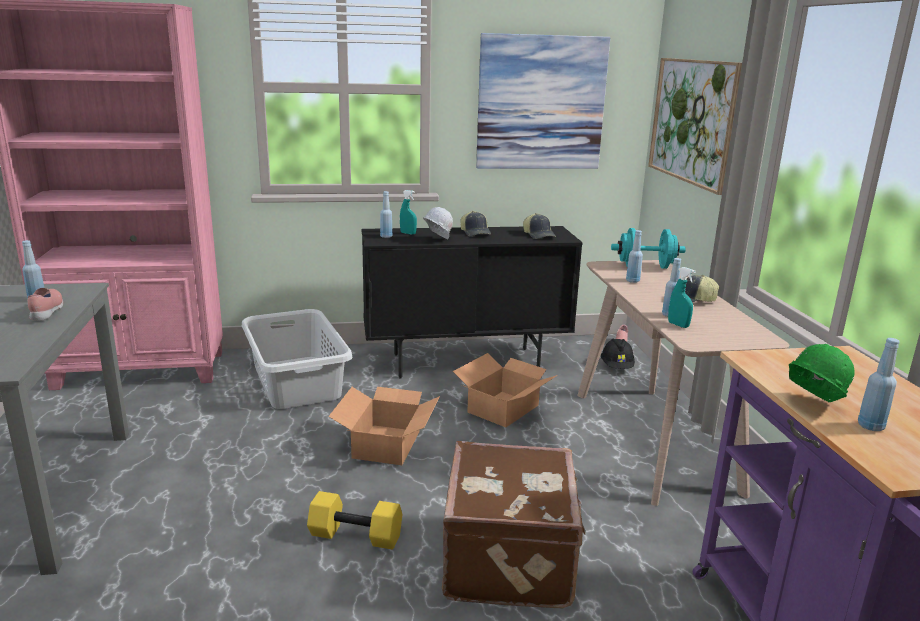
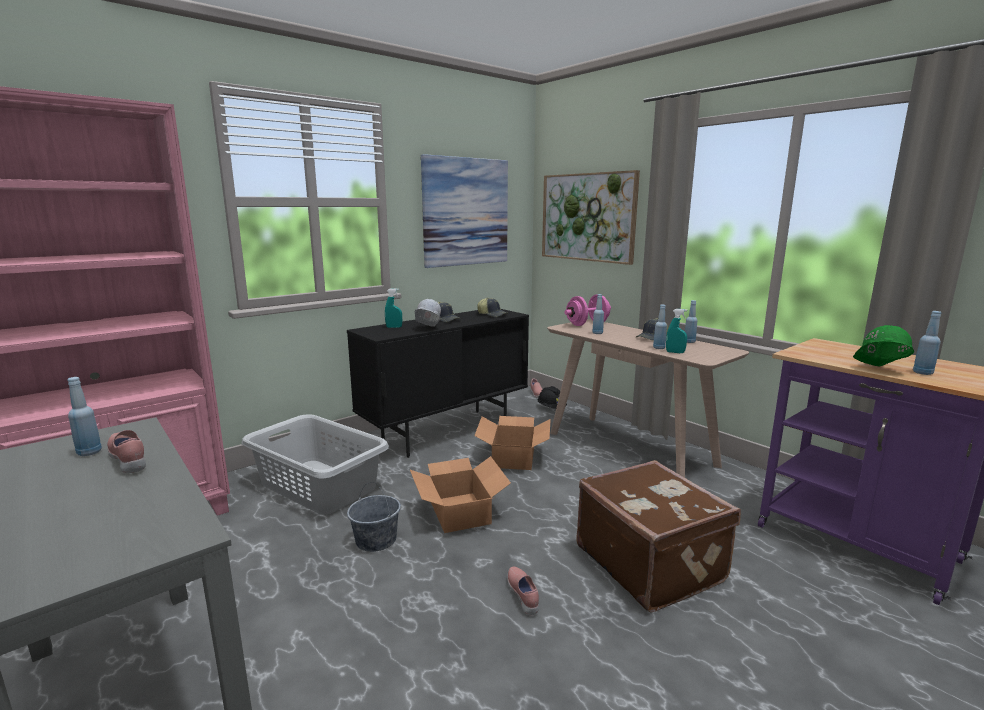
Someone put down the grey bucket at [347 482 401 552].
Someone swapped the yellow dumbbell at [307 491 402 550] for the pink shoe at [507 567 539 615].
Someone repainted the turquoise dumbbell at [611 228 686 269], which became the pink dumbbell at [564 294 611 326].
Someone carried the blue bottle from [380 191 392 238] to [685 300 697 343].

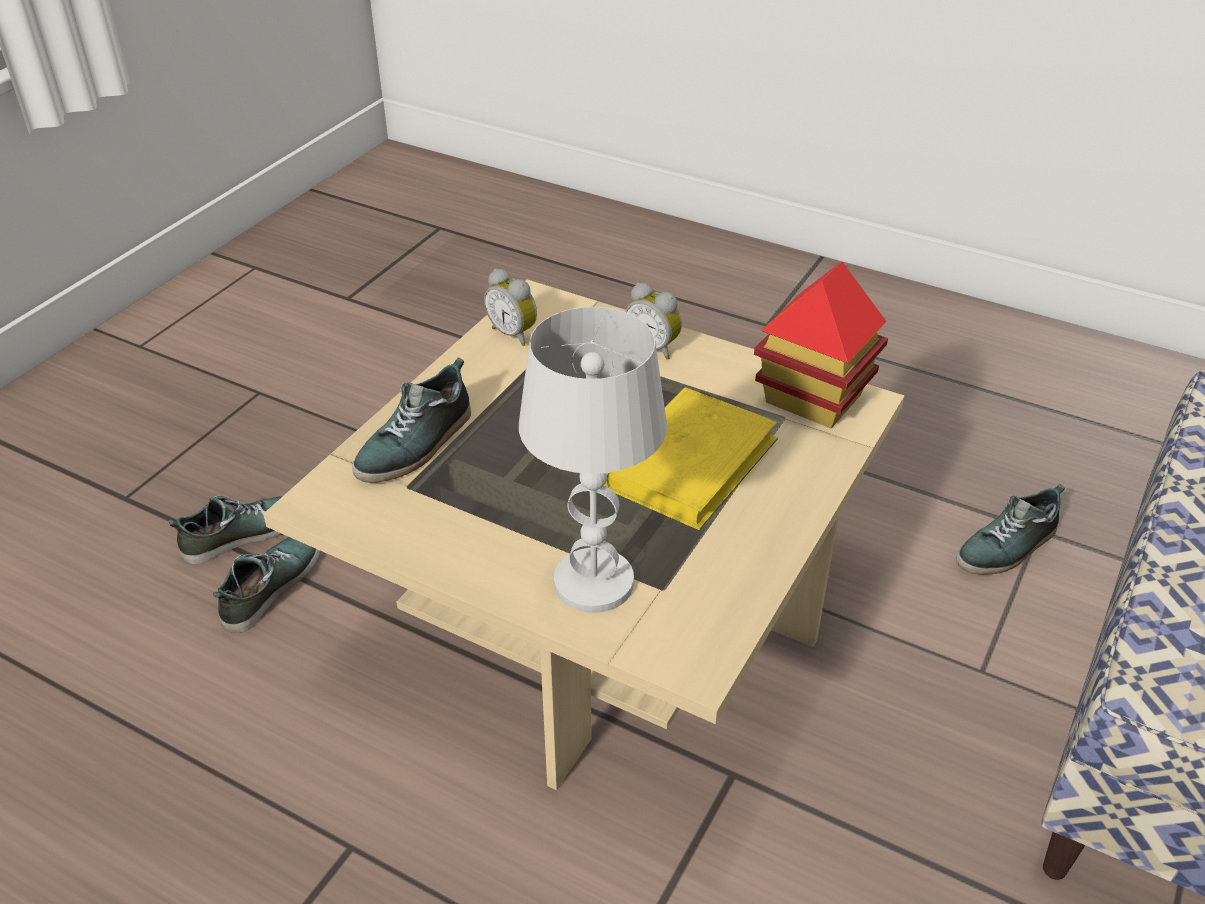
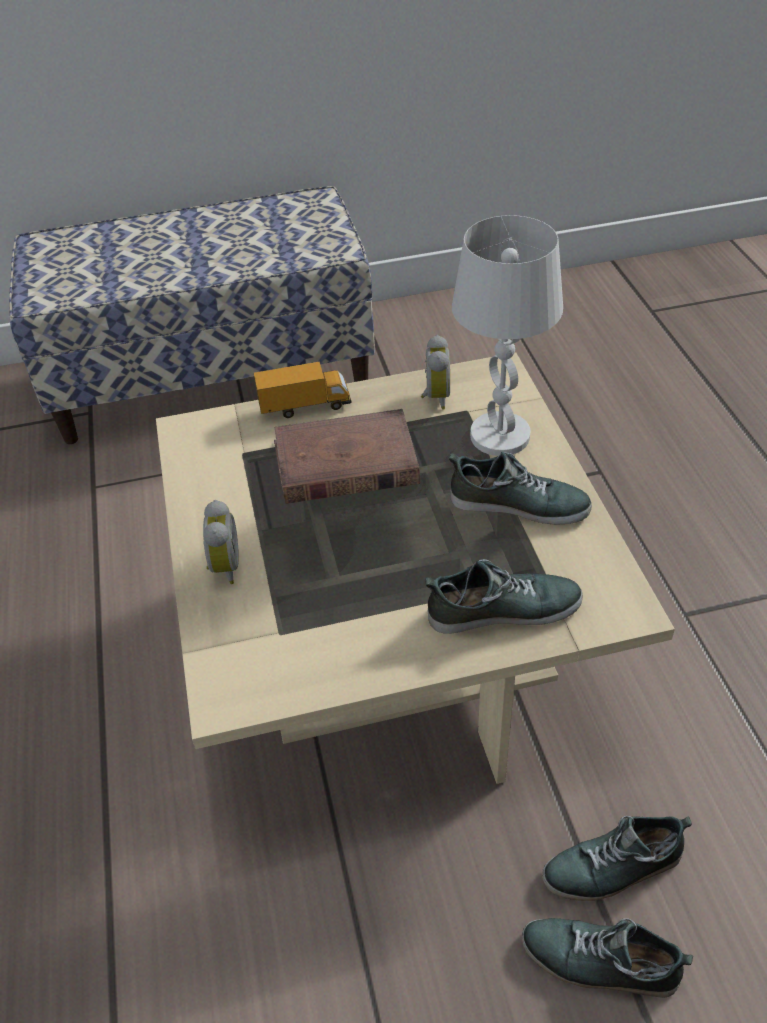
Someone put down the toy truck at [254 362 352 418].
Someone repainted the yellow book at [605 387 778 530], which became the brown book at [274 409 420 504].
Someone carried the alarm clock from [484 269 537 346] to [421 335 450 410].
Someone carried the shoe from [956 484 1065 575] to [449 452 592 524].
Someone took away the toy house at [754 261 888 428].

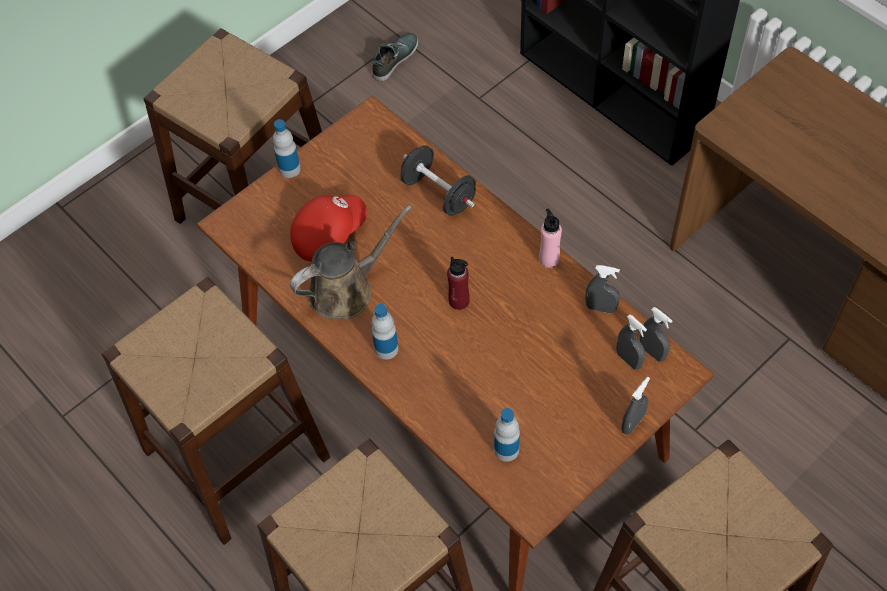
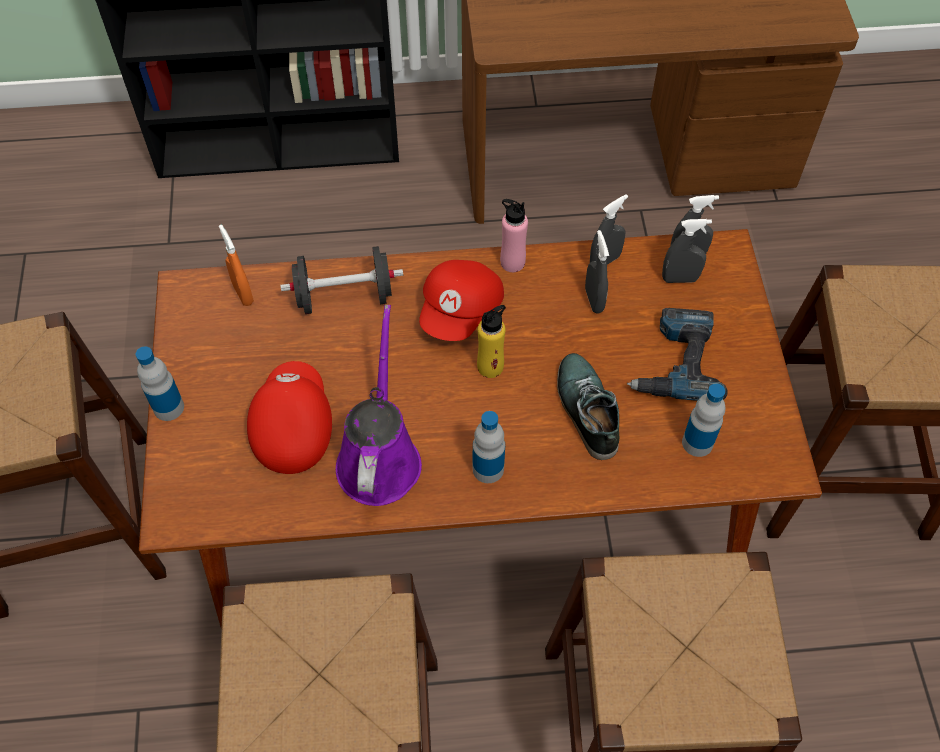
Someone put down the orange spray bottle at [219 225 254 306].
Someone repainted the brown watering can at [290 205 412 319], which became the purple watering can at [336 305 422 506].
Someone put down the red cap at [419 260 504 341].
Someone repainted the red bottle at [447 257 470 310], which became the yellow bottle at [477 305 506 378].
Someone carried the shoe from [372 33 418 81] to [557 353 619 460].
Someone carried the grey spray bottle from [621 377 650 434] to [585 230 609 313].
Someone put down the power drill at [627 308 727 401].

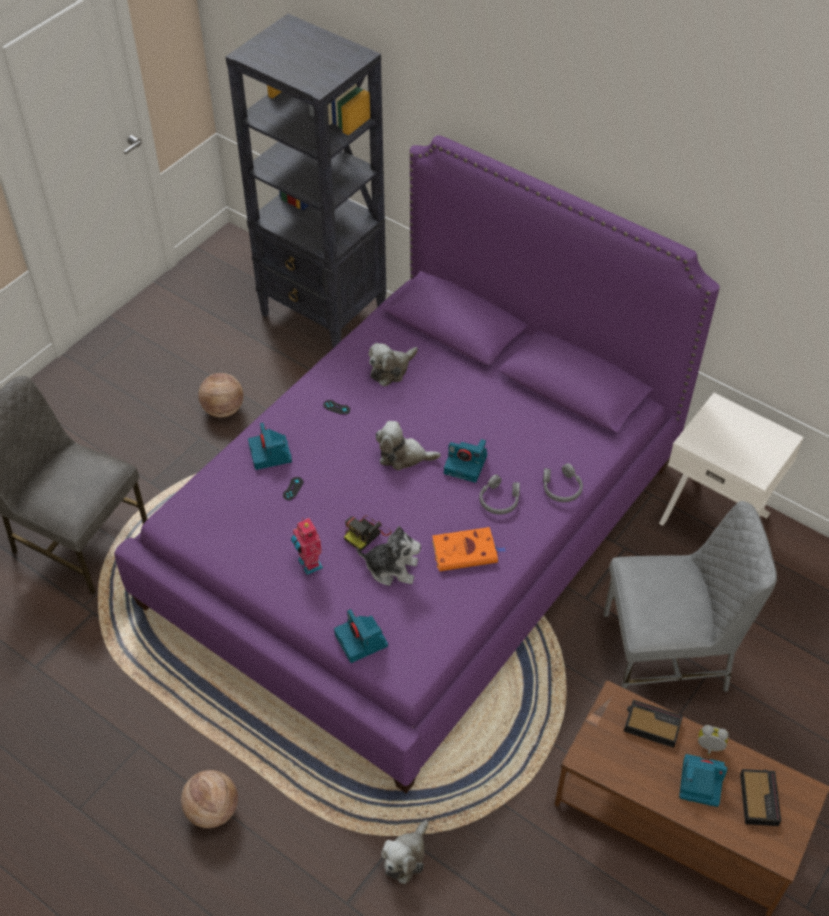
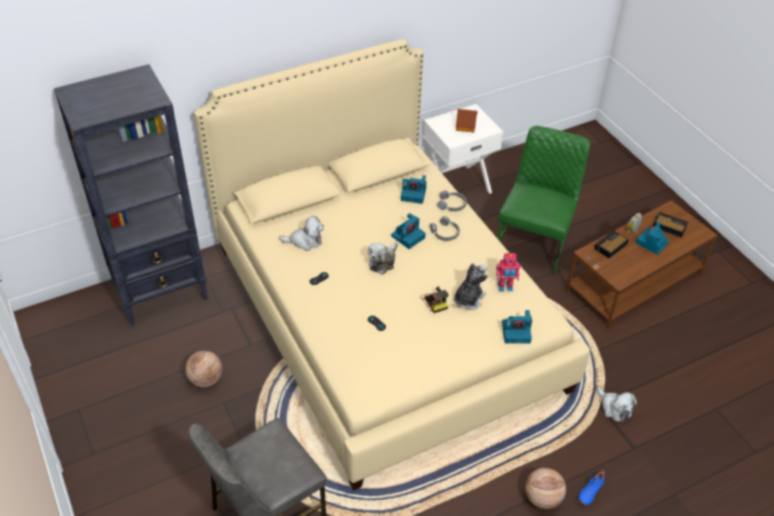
Someone repainted the purple bed at [114 135 720 793], which became the beige bed at [194 39 590 491].
Someone rotated the plush toy at [368 343 418 386] by 75 degrees counterclockwise.
Someone carried the photo camera from [248 423 292 470] to [401 175 426 204].
Someone put down the toy house at [456 109 478 133].
Someone carried the toy robot from [291 518 323 575] to [496 253 521 292].
Someone repainted the grey chair at [603 501 777 692], which became the green chair at [497 126 590 275].
Someone put down the blue shoe at [579 470 605 505].
Someone took away the orange book at [432 527 506 571].

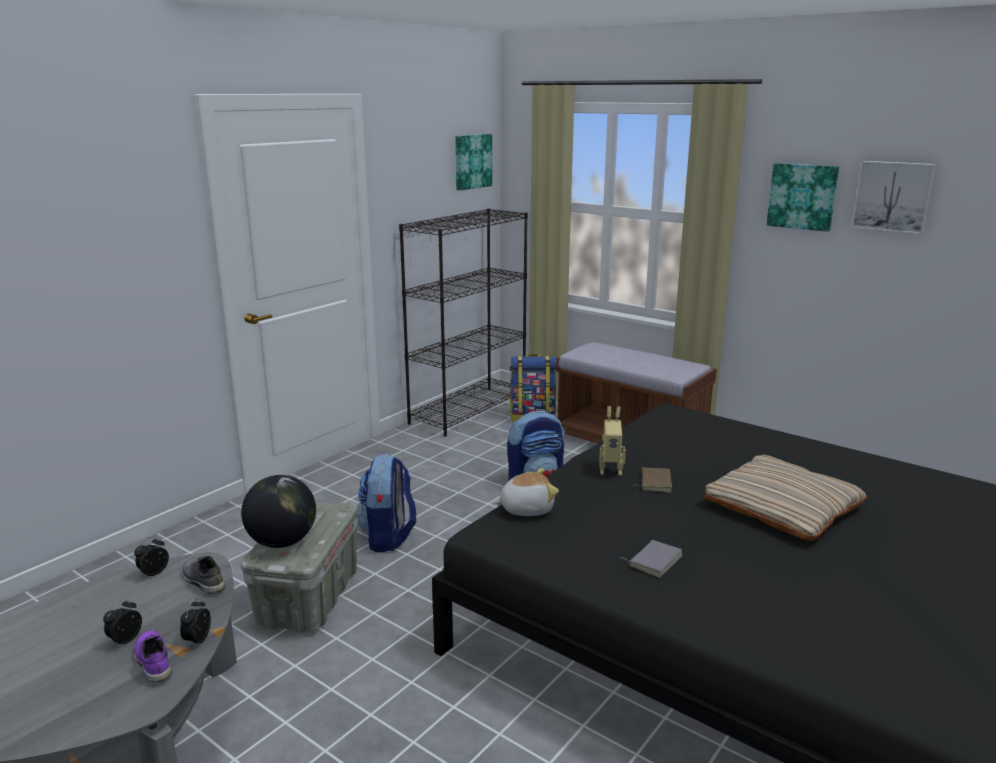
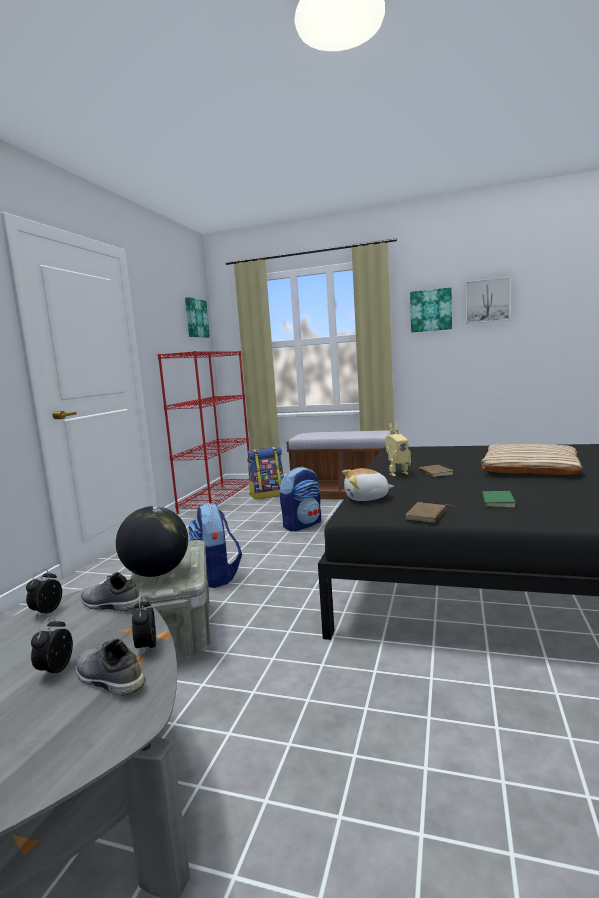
Someone repainted the purple shoe at [134 630 172 683], which became the grey shoe at [76 639 145 696].
Someone repainted the black bookcase at [399 209 528 437], which became the red bookcase at [158 351 249 514].
Someone rotated the plush toy at [494 468 559 516] by 150 degrees counterclockwise.
Someone put down the brown book at [405 502 454 522].
Someone repainted the grey book at [619 540 682 577], which became the green book at [475 491 515 508].

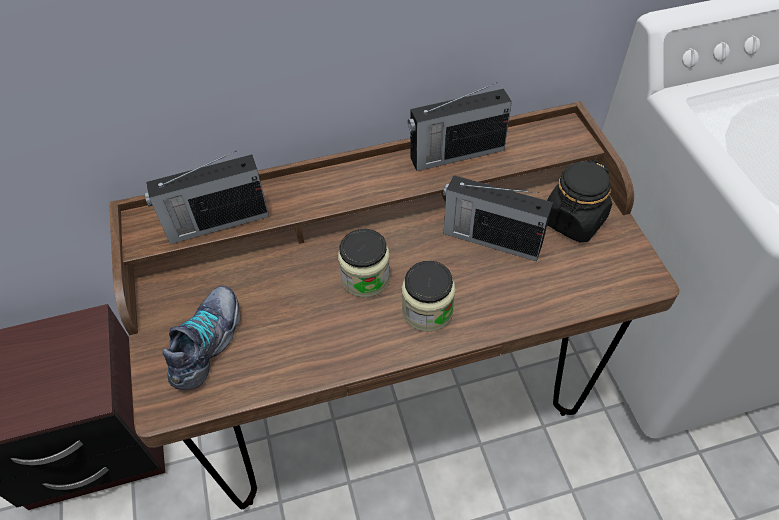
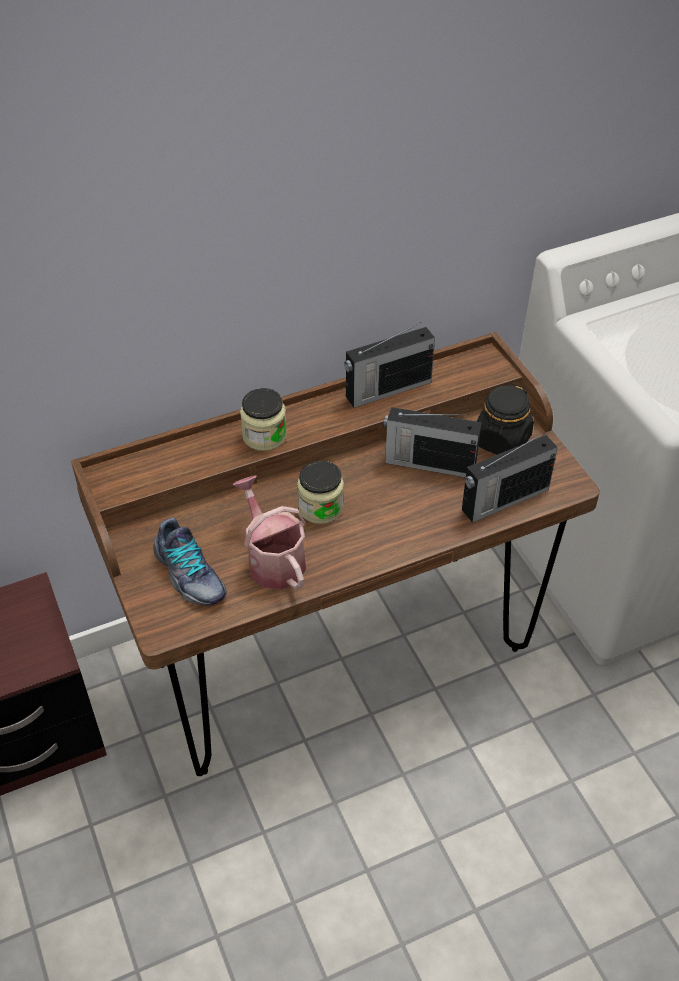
Someone rotated the shoe at [163 286 240 390] by 135 degrees clockwise.
Someone put down the watering can at [233 475 306 590].
Someone carried the jar from [402 261 455 332] to [240 388 287 451].
Someone carried the radio from [144 151 269 244] to [462 433 558 523].

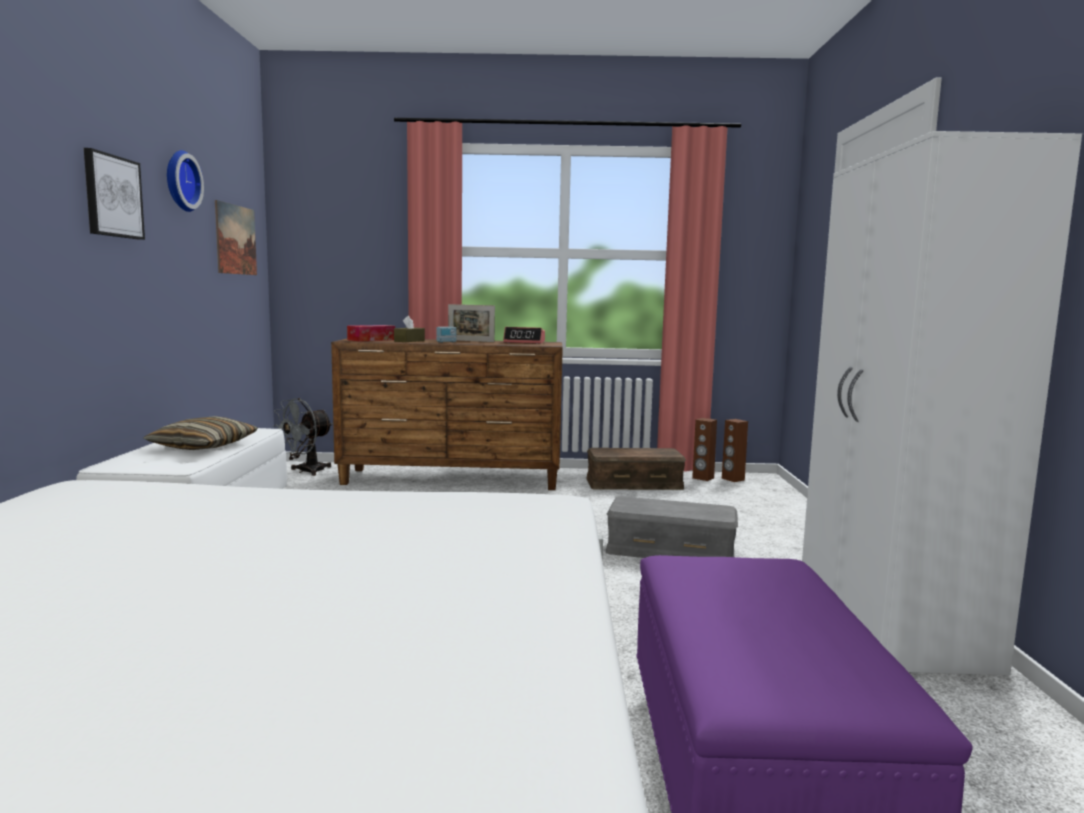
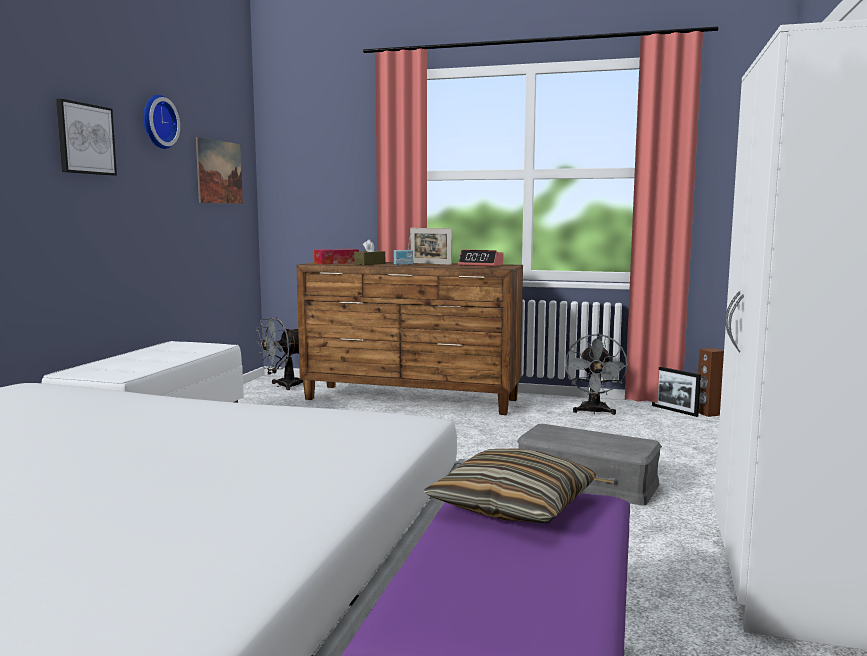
Someone carried the pillow from [143 416 258 450] to [424 448 598 523].
Someone swapped the brown storage box at [586 448 686 490] for the grey fan at [565 334 628 415].
Someone swapped the brown speaker at [692 418 717 481] for the picture frame at [652 367 701 417].

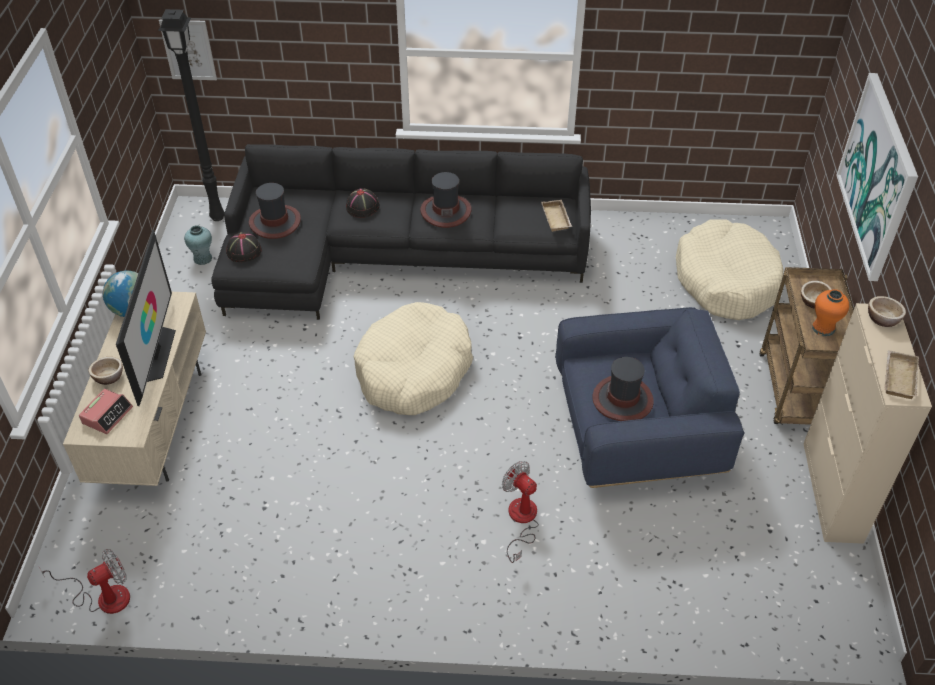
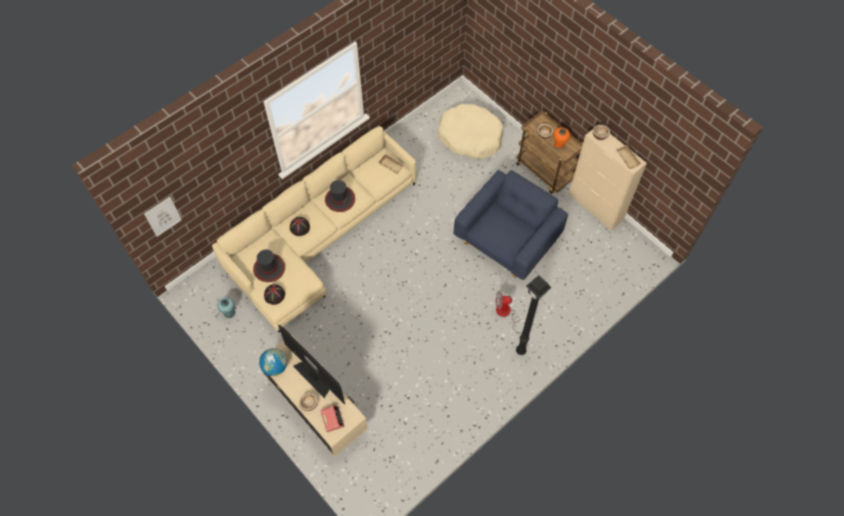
Someone repainted the black sofa at [211 144 591 320], which became the beige sofa at [212 126 417 332].
Someone carried the black floor lamp from [158 9 225 221] to [516 275 552 355].
Someone took away the fan at [39 549 130 614].
Someone took away the beige dog bed at [353 302 473 415].
Someone took away the hat at [592 357 654 421].
Someone took away the picture at [836 73 918 281].

